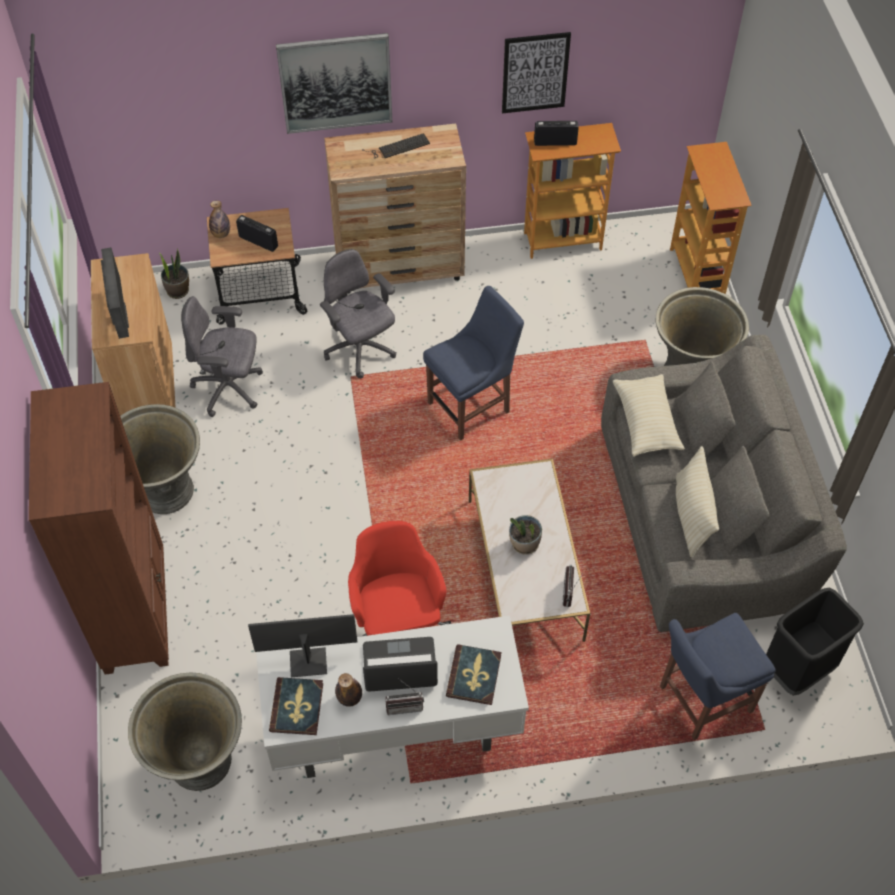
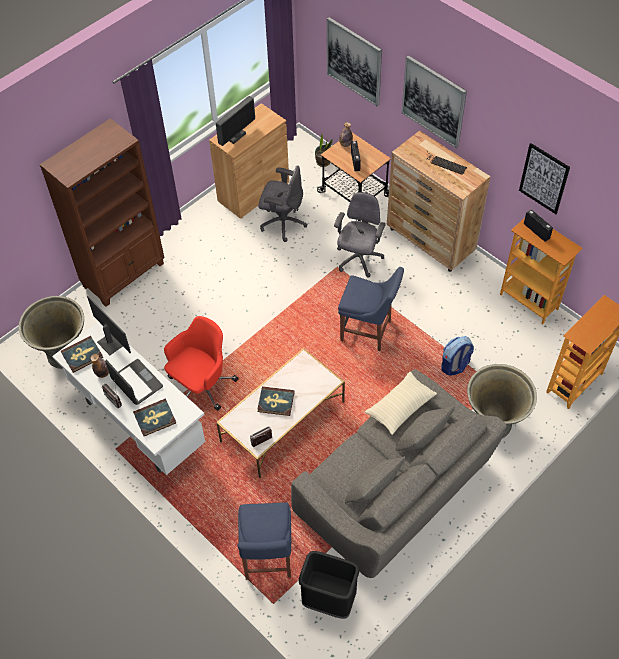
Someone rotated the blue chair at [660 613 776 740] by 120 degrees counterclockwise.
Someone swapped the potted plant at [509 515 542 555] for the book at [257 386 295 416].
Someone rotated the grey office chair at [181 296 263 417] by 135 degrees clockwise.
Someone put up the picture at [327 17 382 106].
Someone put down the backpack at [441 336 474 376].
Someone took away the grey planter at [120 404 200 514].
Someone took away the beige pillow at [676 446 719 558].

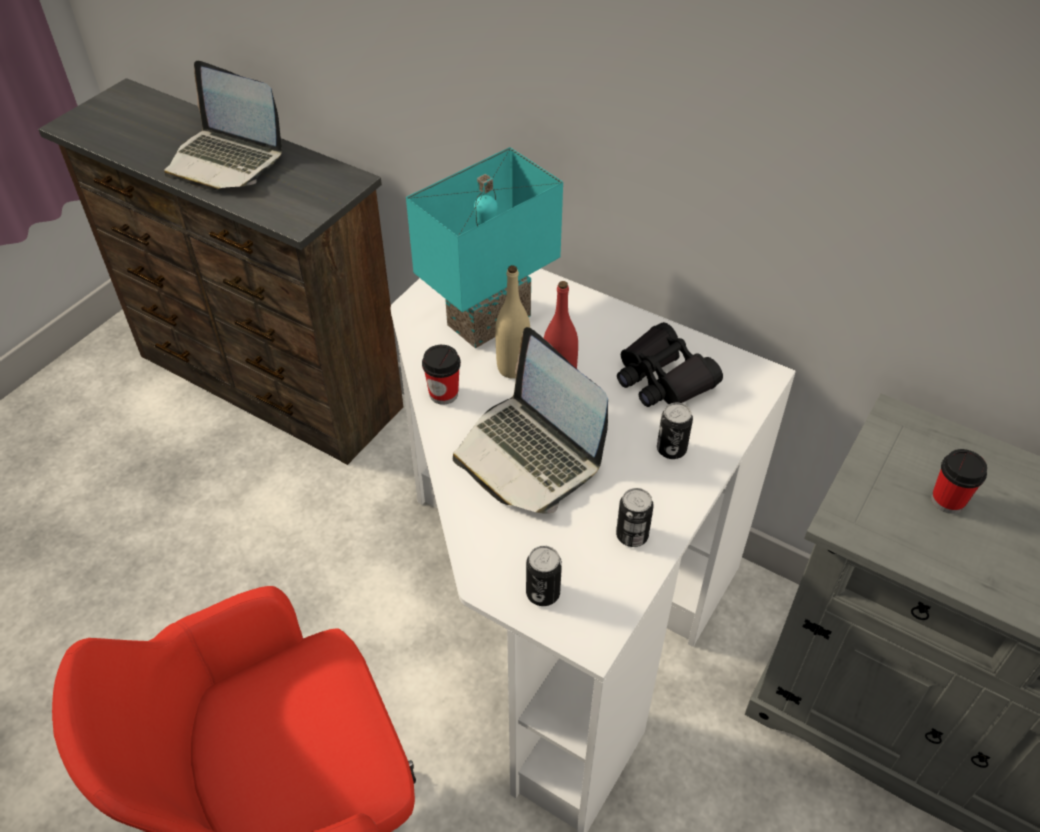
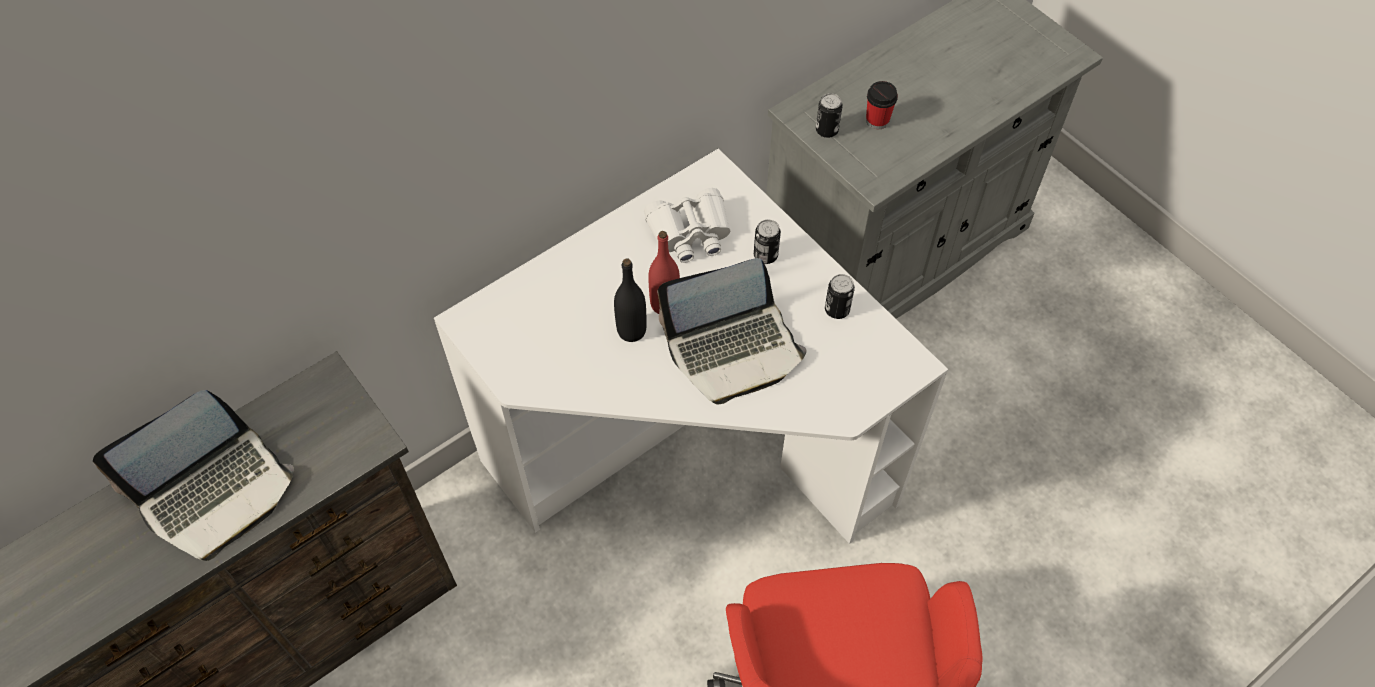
Someone repainted the beige bottle at [495 265 530 379], which became the black bottle at [614 259 647 342].
Someone repainted the black binoculars at [617 322 723 407], which became the white binoculars at [644 188 731 263].
Someone carried the can from [526 546 562 606] to [816 93 843 138].
Someone took away the turquoise table lamp at [406 147 563 348].
Someone took away the cup at [422 345 461 405].

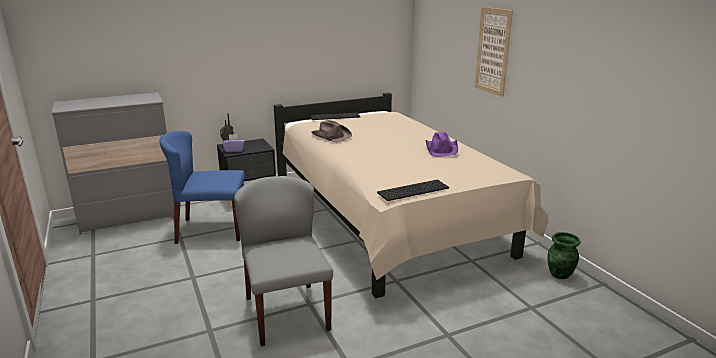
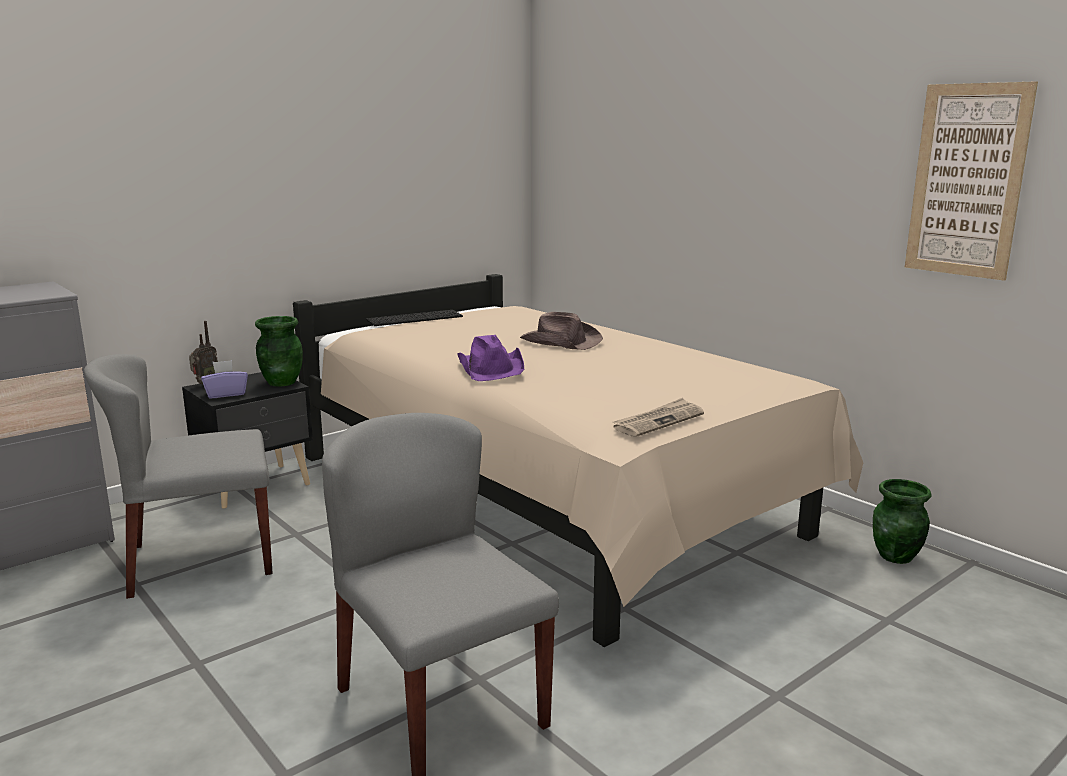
Someone repainted the blue chair at [160 131 245 244], which became the grey chair at [84 354 273 599].
Someone put down the green vase at [255 316 303 387].
Someone carried the purple hat from [426 132 458 157] to [457 335 524 381].
Someone carried the brown hat from [311 120 352 142] to [520 312 603 350].
Someone swapped the keyboard at [377 180 449 201] for the newspaper at [612 398 704 437].
Someone carried the picture from [475 7 513 97] to [905 81 1038 281].

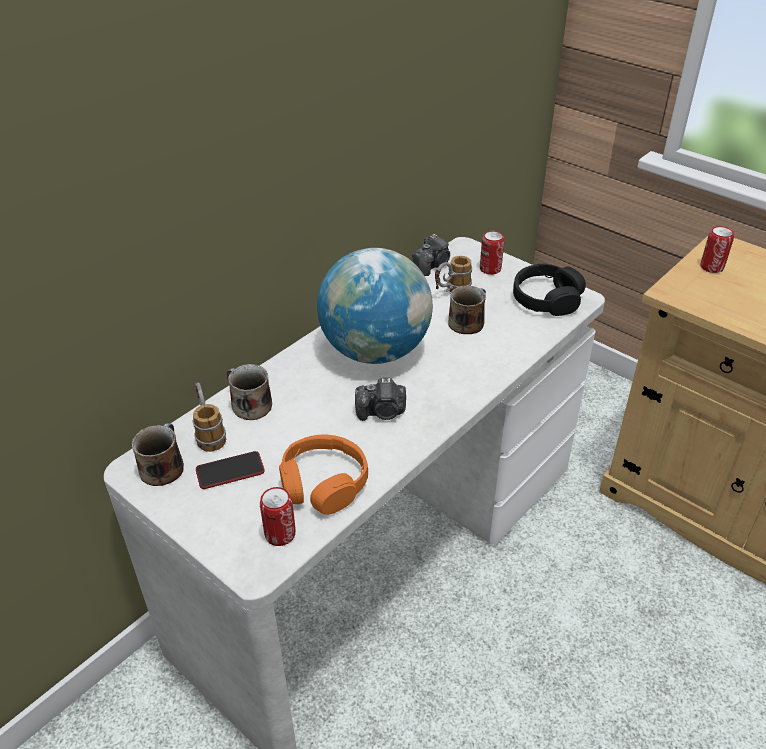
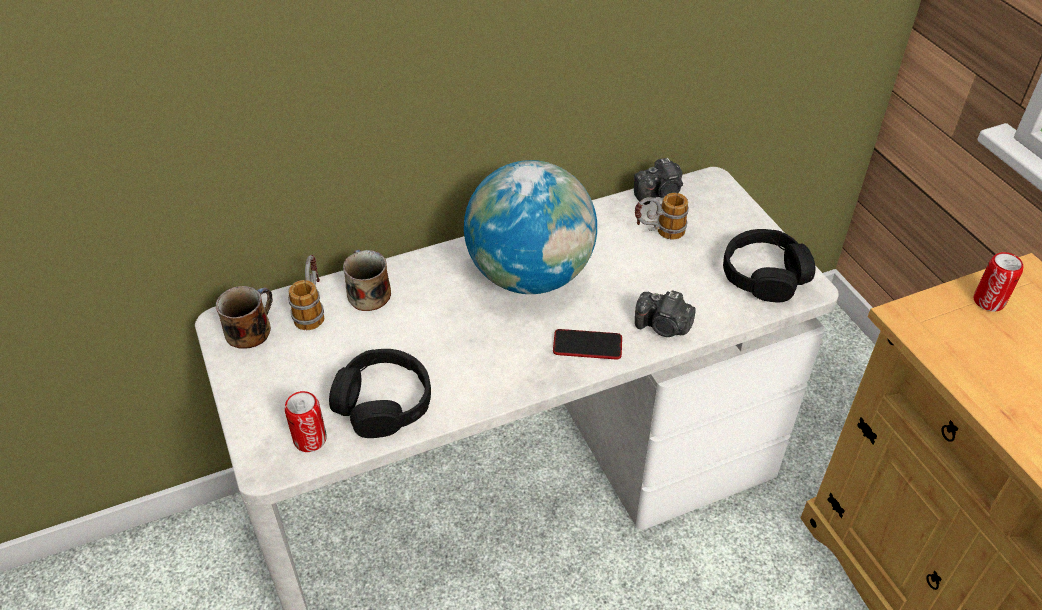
Someone repainted the orange headphones at [279 434 368 515], which became the black headphones at [329 349 431 438].
Someone carried the phone from [196 451 265 489] to [553 329 622 359].
Someone carried the photo camera from [355 378 406 421] to [635 291 696 337].
Someone took away the mug at [448 285 486 334].
Someone took away the can at [480 231 504 275].

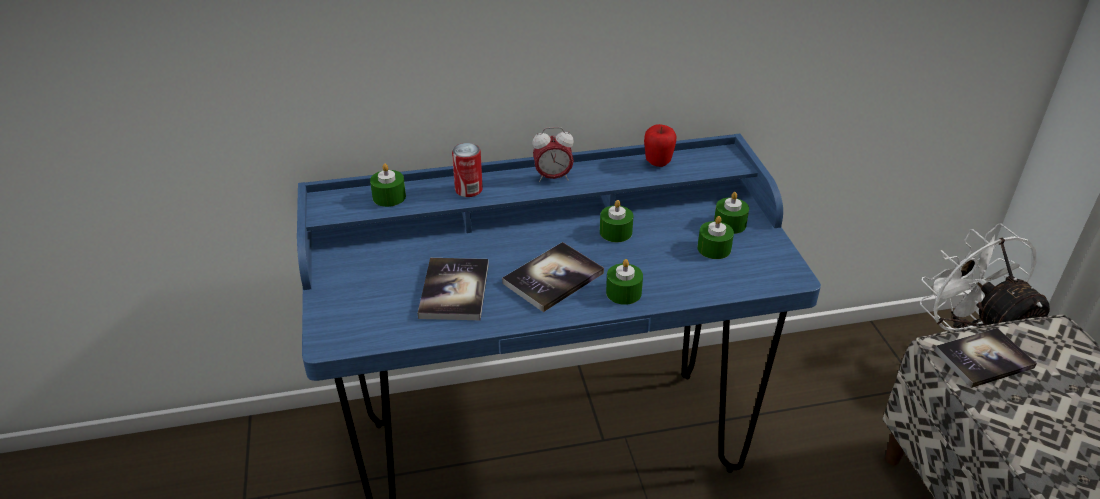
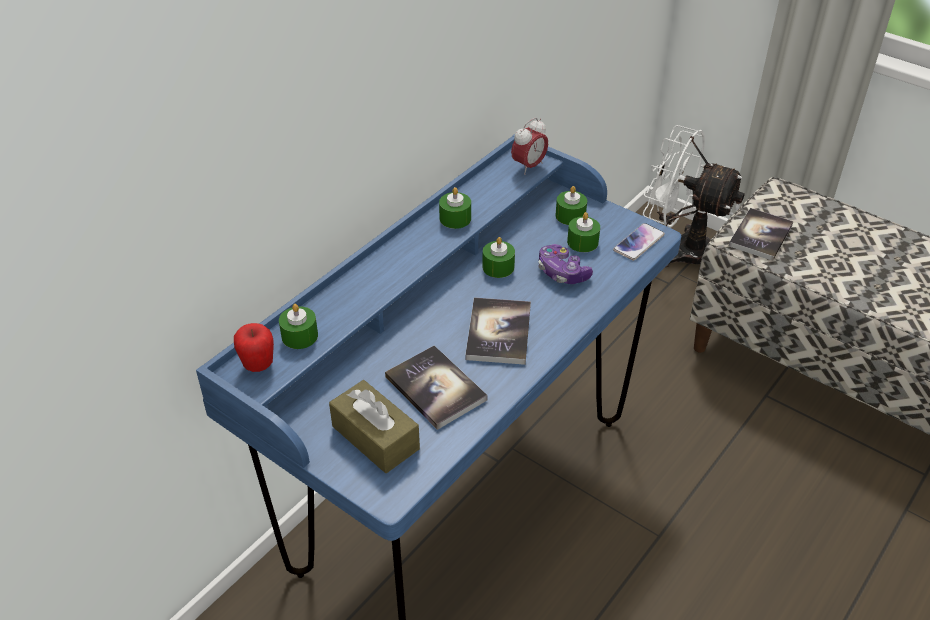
Someone carried the apple from [644 124 676 167] to [234 323 274 372].
Someone put down the brown tissue box at [329 380 420 473].
Someone carried the green candle from [606 259 643 305] to [439 187 471 229].
Someone carried the alarm clock from [532 127 574 182] to [511 118 548 175].
Someone put down the game controller at [539 244 593 284].
Someone put down the phone at [613 223 665 261].
Someone took away the can at [452 143 483 197].

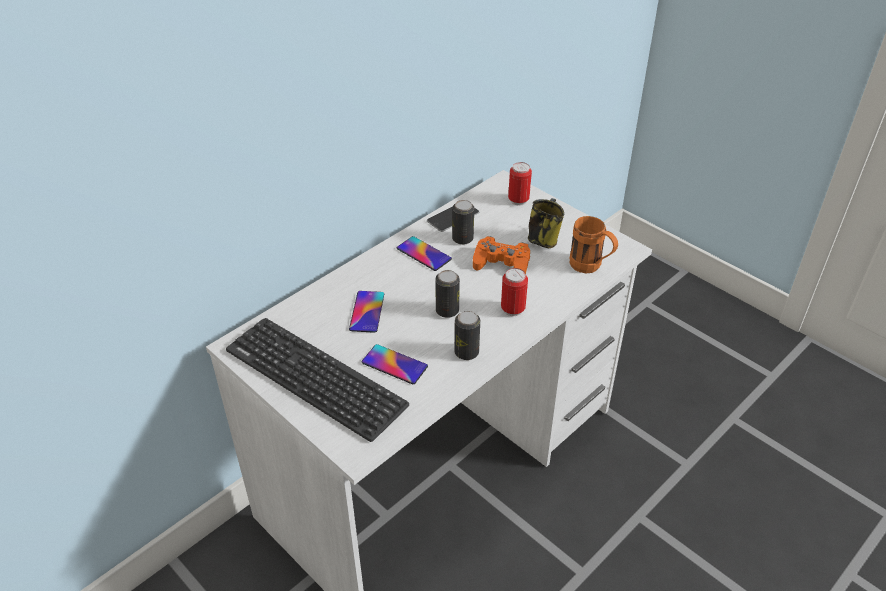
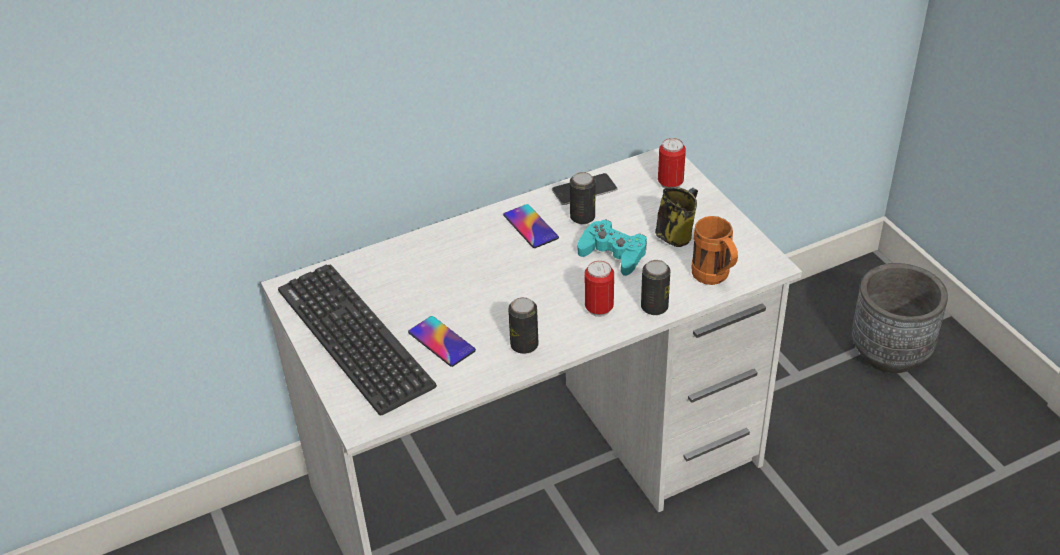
Someone repainted the orange game controller at [473 236 530 274], which became the turquoise game controller at [578 220 647 276].
Someone carried the can from [435 270 460 318] to [641 260 670 315].
Someone put down the grey planter at [851 263 948 373].
Someone took away the phone at [349 291 384 333].

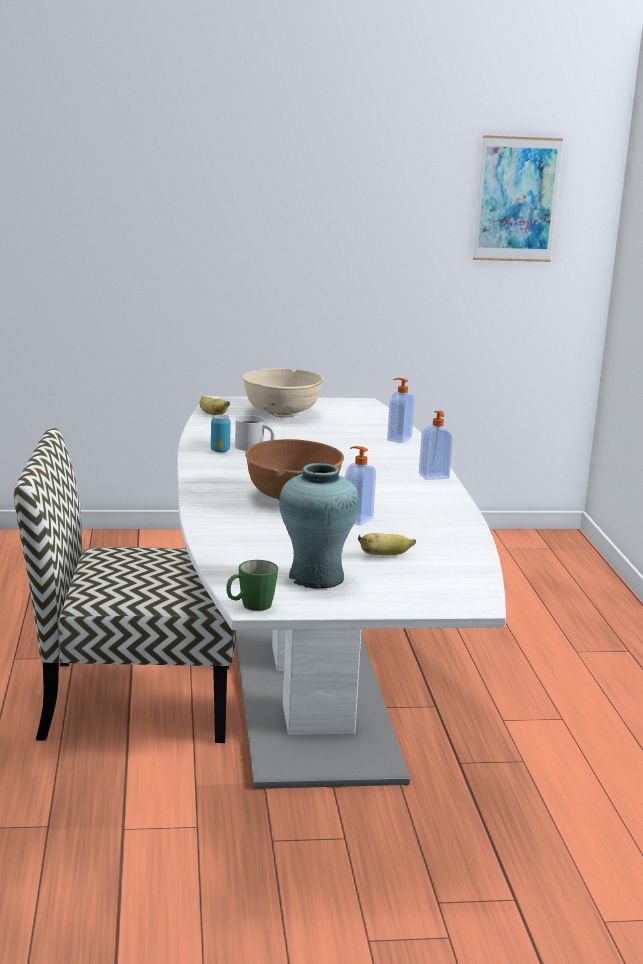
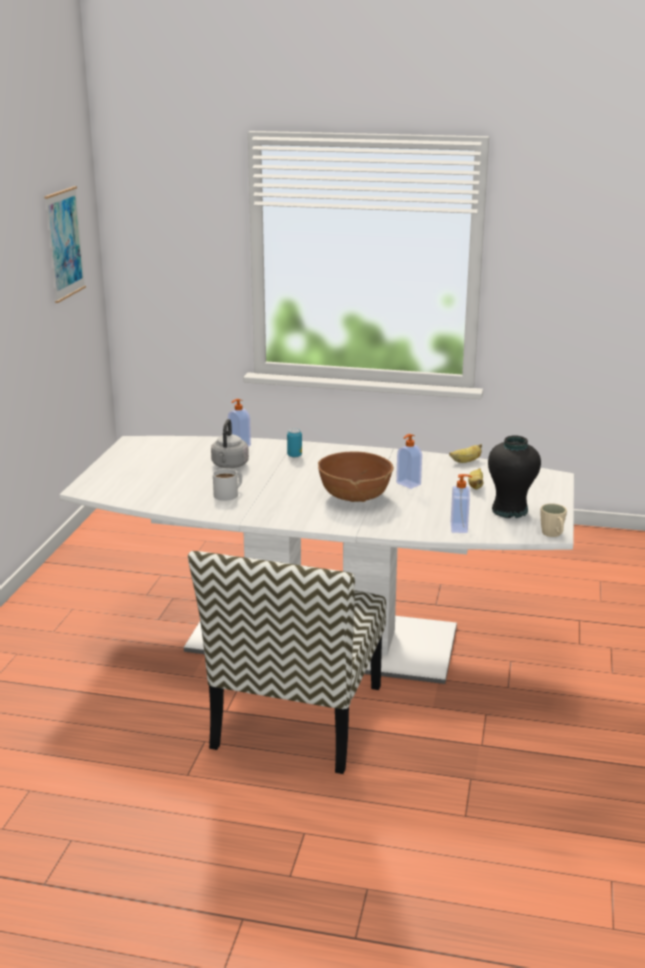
Someone put down the grey kettle at [211 419 249 468].
Someone carried the can from [211 414 231 453] to [287 428 302 458].
Someone carried the banana from [199 396 230 415] to [449 444 482 463].
Someone carried the soap dispenser from [419 411 453 480] to [451 474 472 533].
Someone repainted the turquoise vase at [279 463 359 589], which became the black vase at [488 435 541 518].
Someone repainted the green mug at [226 560 278 611], which became the beige mug at [540 503 567 537].
Someone took away the beige bowl at [242 368 324 417].

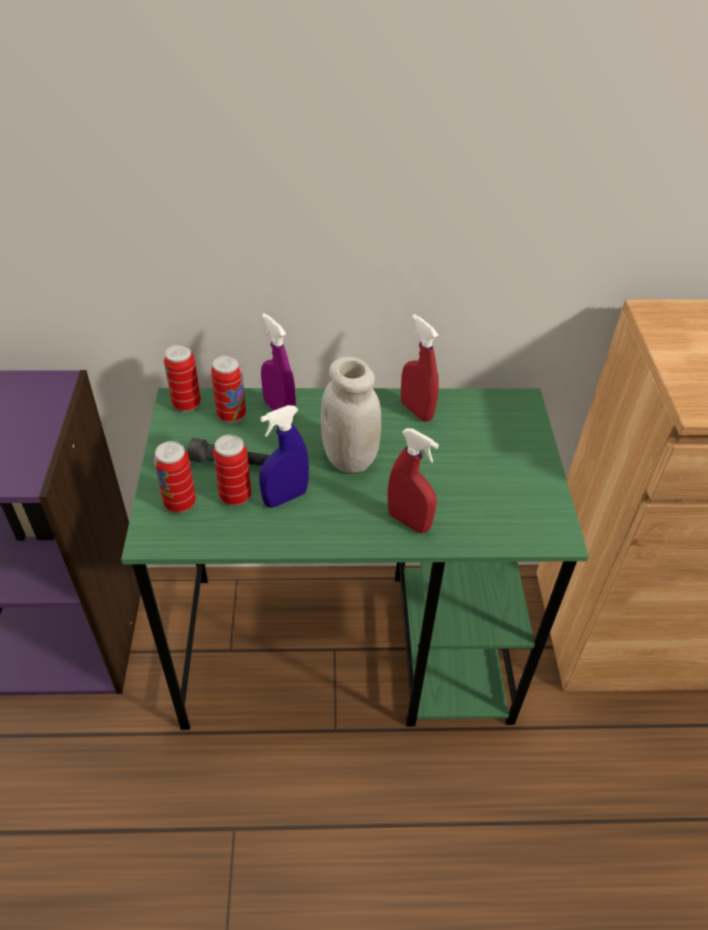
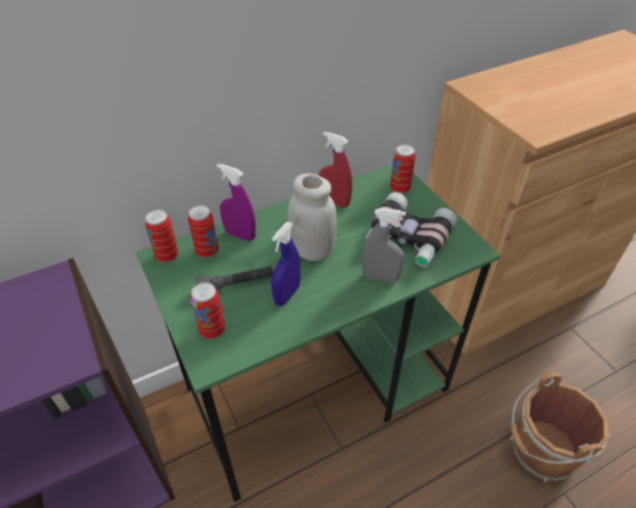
Someone repainted the red spray bottle at [388 428 439 533], which became the grey spray bottle at [362 208 406 282].
Someone put down the binoculars at [364 192 457 267].
Someone carried the can from [213 435 251 506] to [390 144 416 194].
Someone put down the brown bucket at [510 373 610 482].

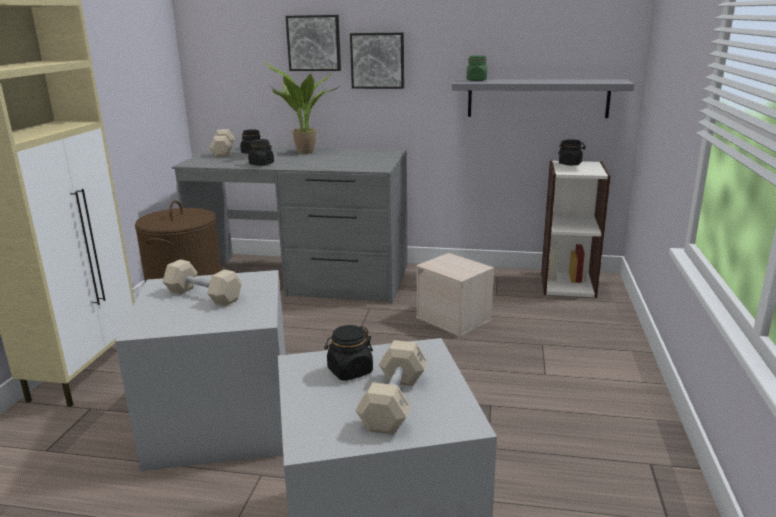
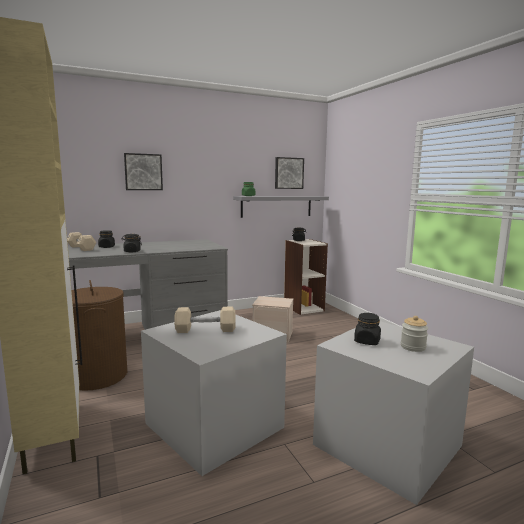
Someone carried the picture from [350 32 404 89] to [275 157 304 189].
Someone swapped the beige dumbbell at [355 340 428 435] for the jar at [401 316 428 352].
Someone took away the potted plant at [265 62 341 154].

